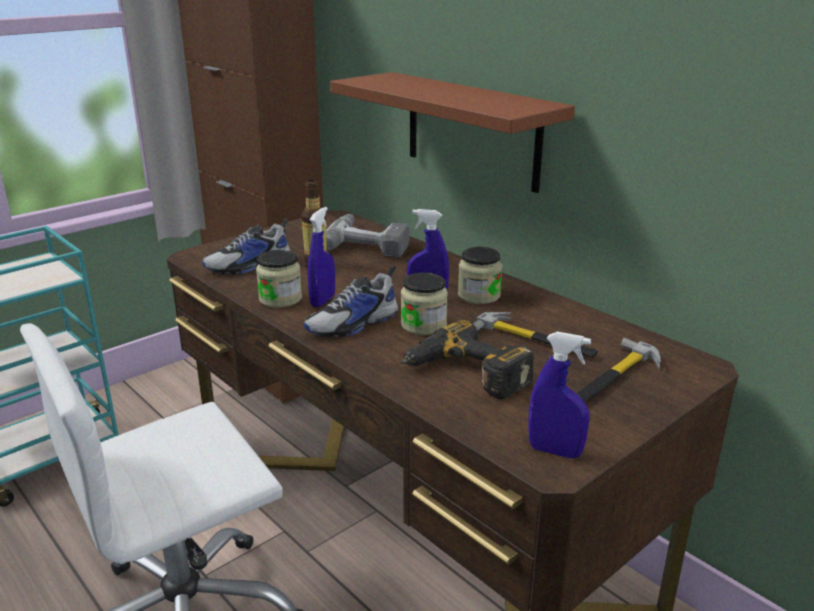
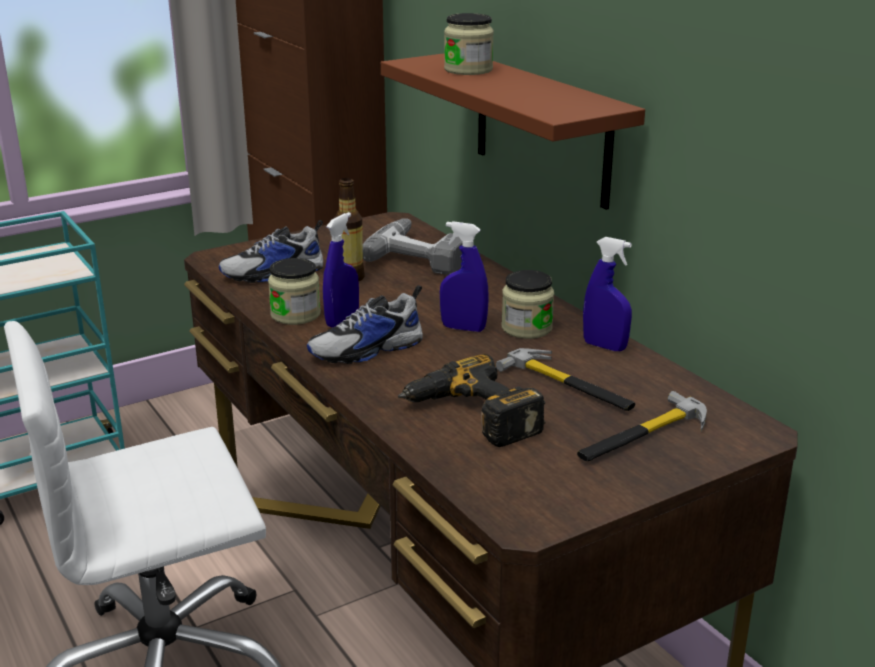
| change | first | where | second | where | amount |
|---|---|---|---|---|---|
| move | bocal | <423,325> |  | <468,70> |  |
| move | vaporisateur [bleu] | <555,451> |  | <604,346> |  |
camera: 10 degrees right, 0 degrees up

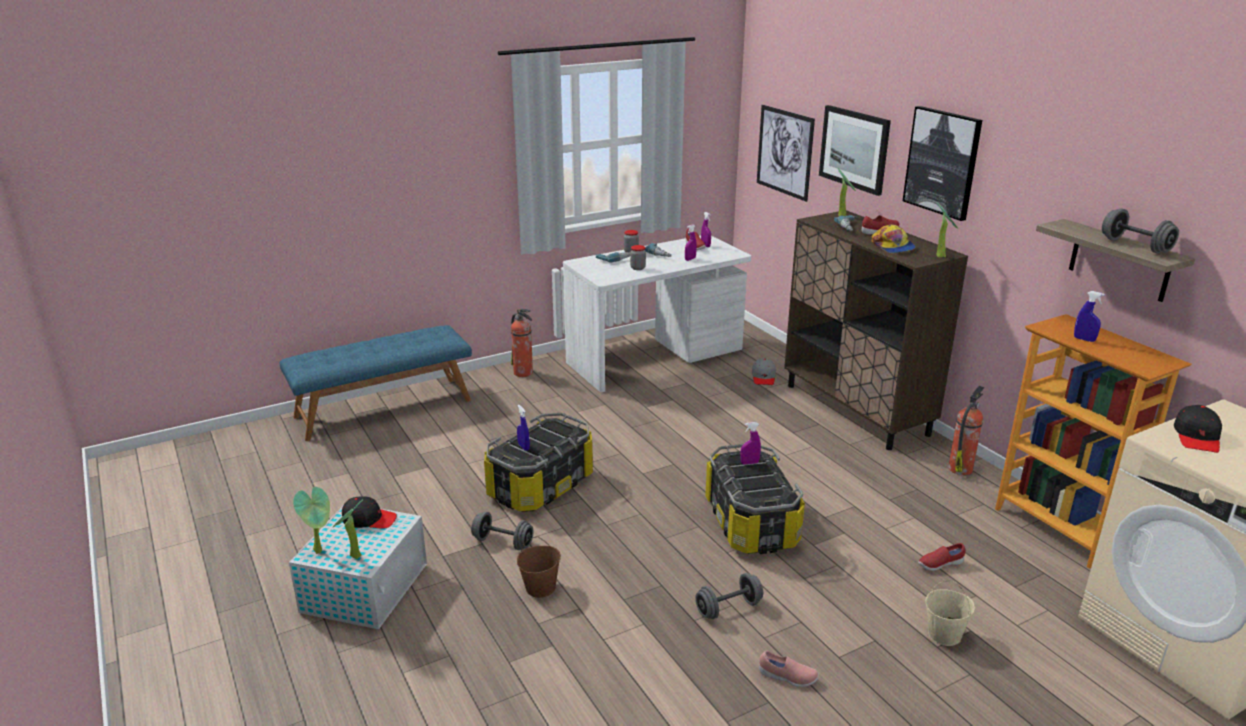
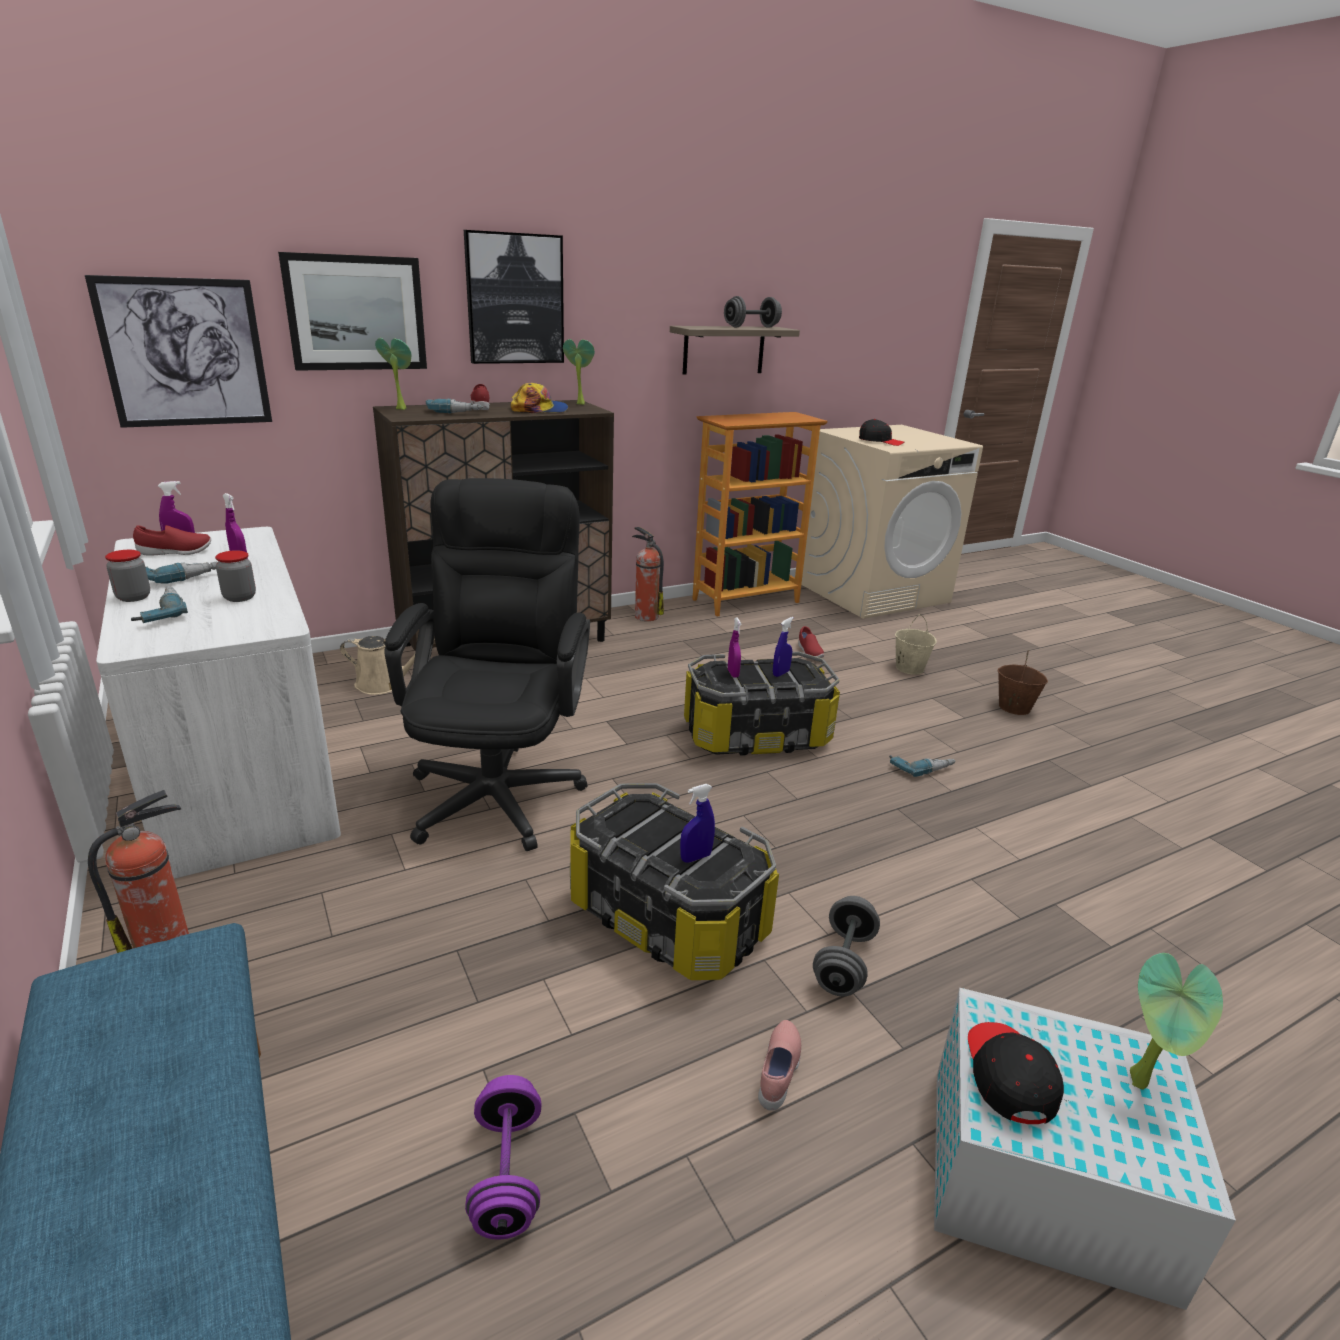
| change | first | where | second | where | amount |
|---|---|---|---|---|---|
| replace | casquette [gris] | <763,377> | arrosoir [beige] | <383,685> |  |
| insert |  |  | chaise de bureau [noir] | <500,786> |  |
| insert |  |  | haltère [violet] | <507,1174> |  |
| move | chaussure [rose] | <787,677> |  | <779,1072> |  |
| move | vaporisateur [bleu] | <1084,339> |  | <781,673> |  |
| replace | haltère [gris] | <728,608> | perceuse | <920,767> |  |
| move | seau [marron] | <540,587> |  | <1013,707> |  |
| delete | plante en pot | <320,550> |  |  |  |
camera: 90 degrees left, 0 degrees up

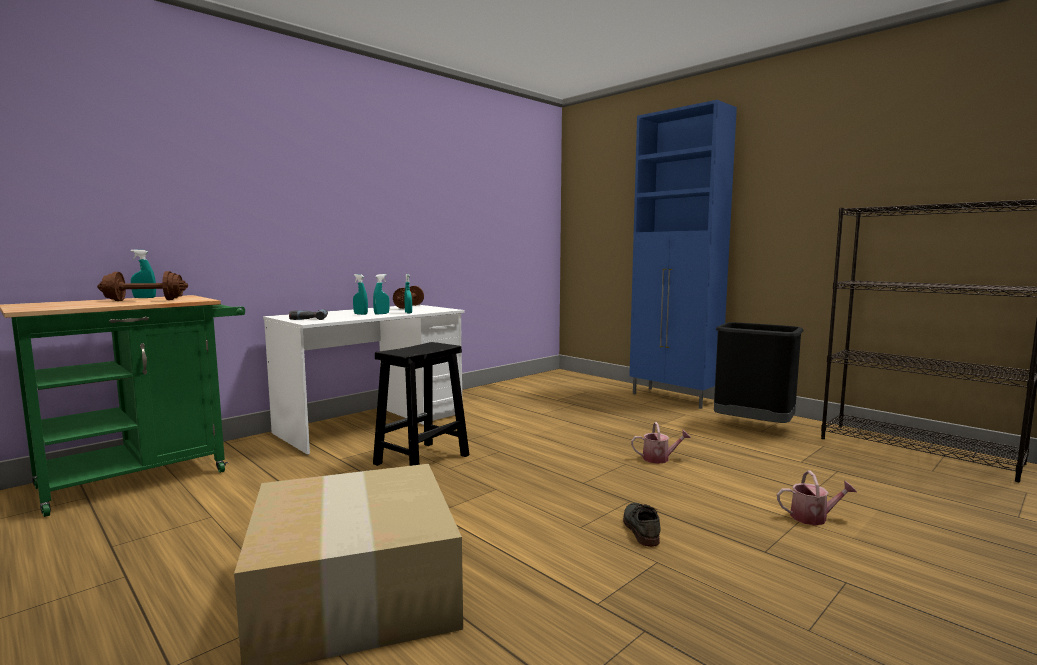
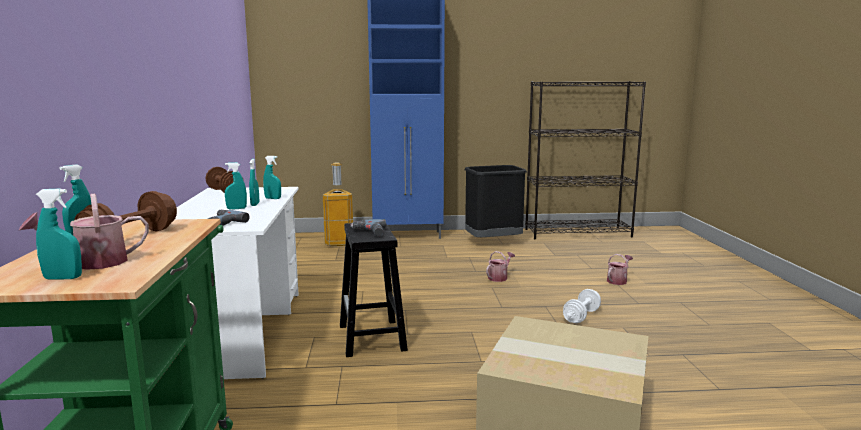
| change | first | where | second | where | amount |
|---|---|---|---|---|---|
| insert |  |  | arrosoir | <92,263> |  |
| insert |  |  | vaporisateur [turquoise] | <63,278> |  |
| insert |  |  | poubelle | <339,243> |  |
| insert |  |  | perceuse | <369,232> |  |
| replace | chaussure [gris] | <640,527> | haltère [blanc] | <581,316> |  |
camera: 50 degrees left, 5 degrees up

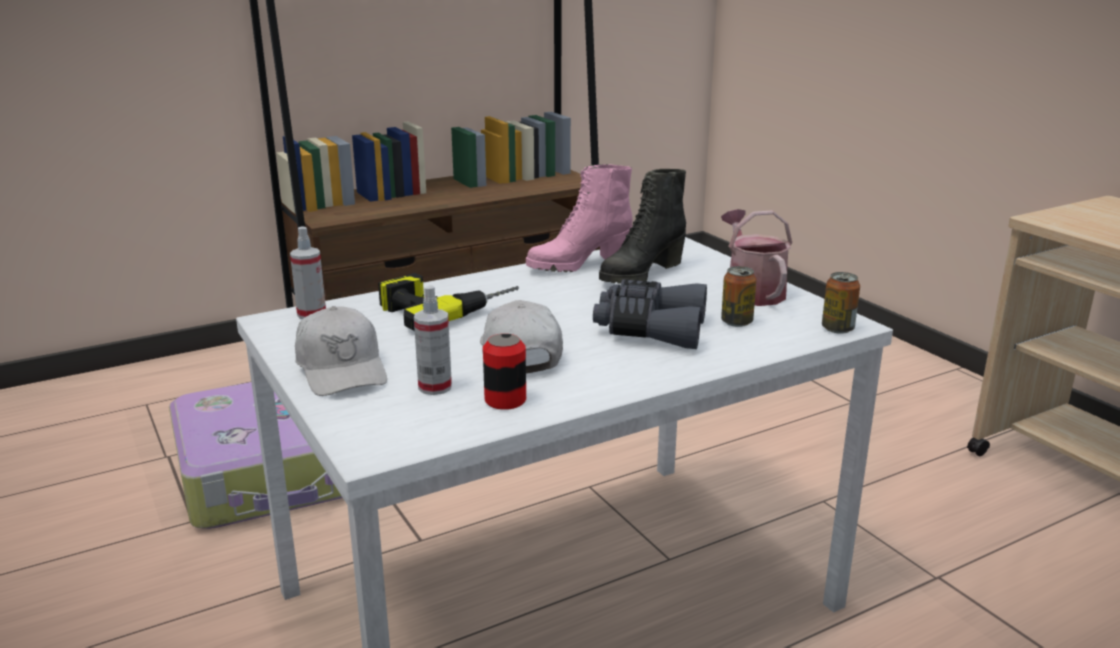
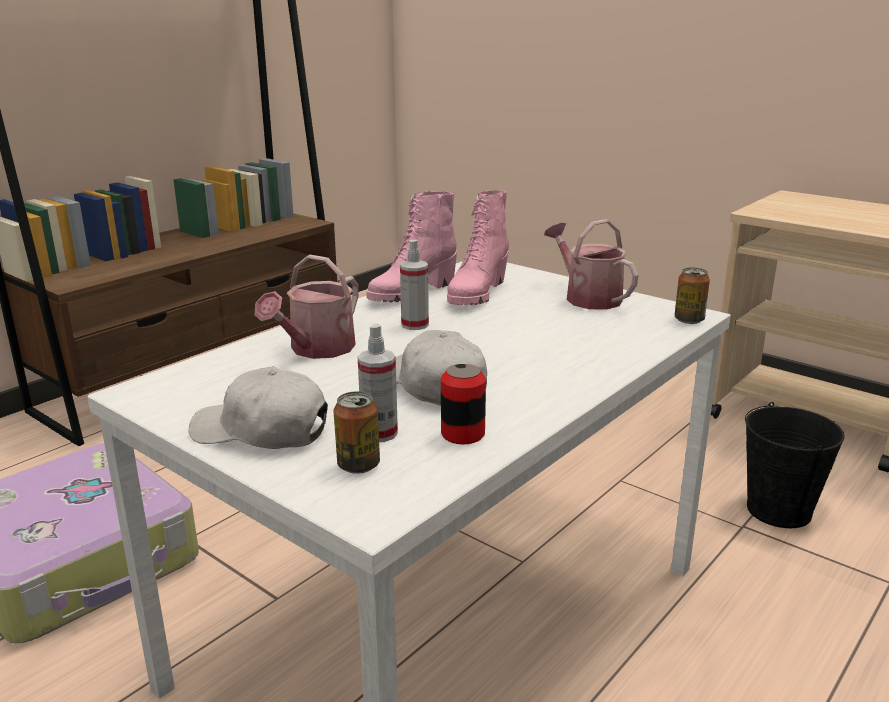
| change | first | where | second | where | amount |
|---|---|---|---|---|---|
| rotate | casquette [blanc] | <342,369> |  | <261,431> | 150 degrees clockwise |
| replace | perceuse | <446,306> | arrosoir | <316,349> |  |
| move | boîte métallique | <736,322> |  | <358,465> |  |
| move | vaporisateur | <311,314> |  | <415,325> |  |
| recolor | botte [noir] | <640,273> | botte [rose] | <476,294> |  |
| insert |  |  | seau [noir] | <779,510> |  |
| delete | jumelles [gris] | <650,329> |  |  |  |
camera: 20 degrees left, 0 degrees up

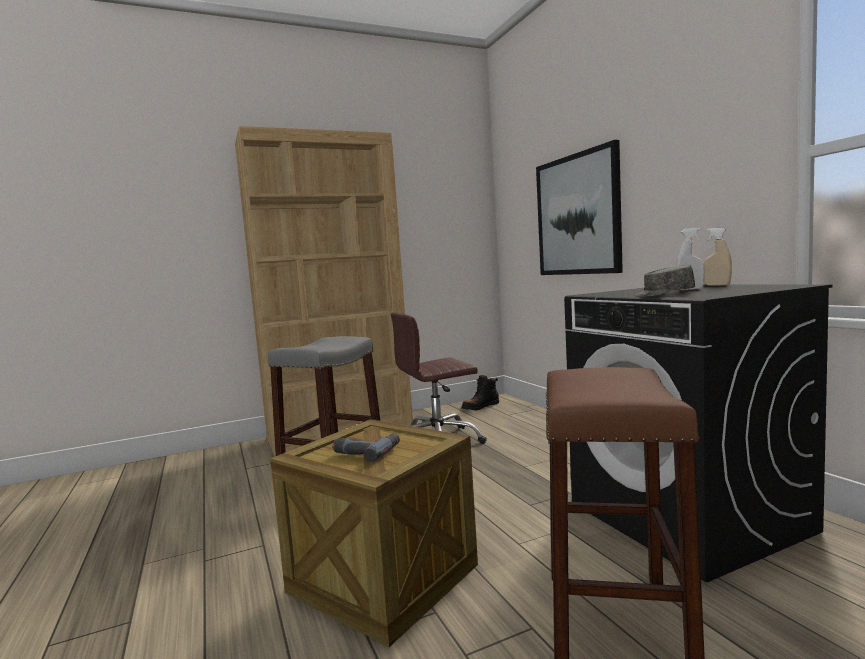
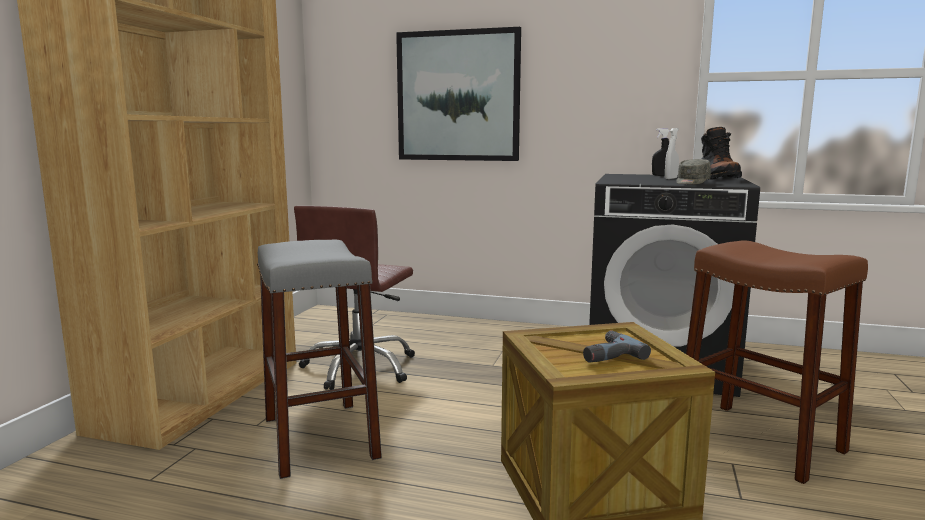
| change | first | where | second | where | amount |
|---|---|---|---|---|---|
| recolor | vaporisateur [beige] | <717,285> | vaporisateur [noir] | <660,175> |  |
| move | botte [noir] | <480,407> |  | <717,178> |  |
camera: 50 degrees left, 5 degrees up

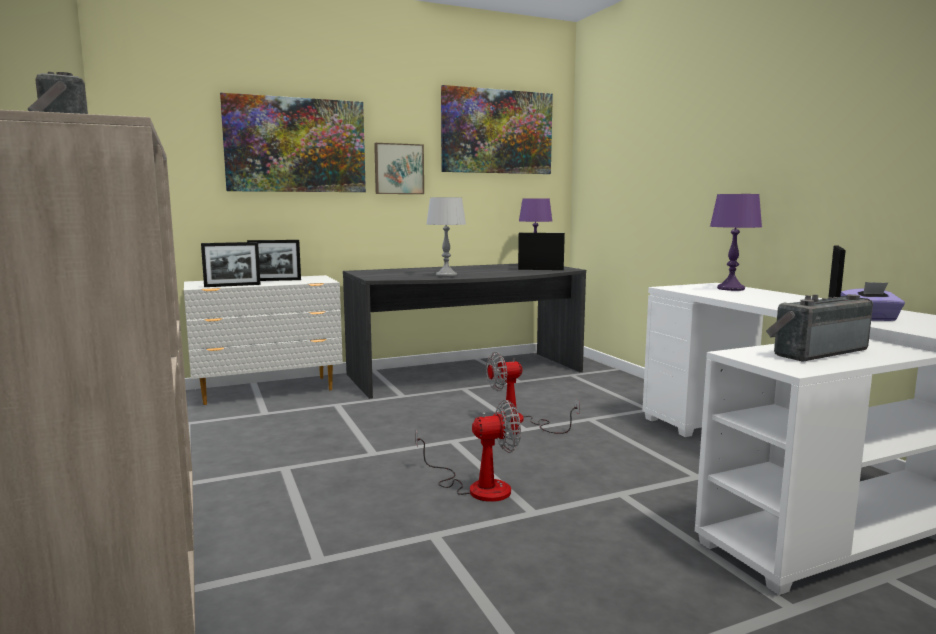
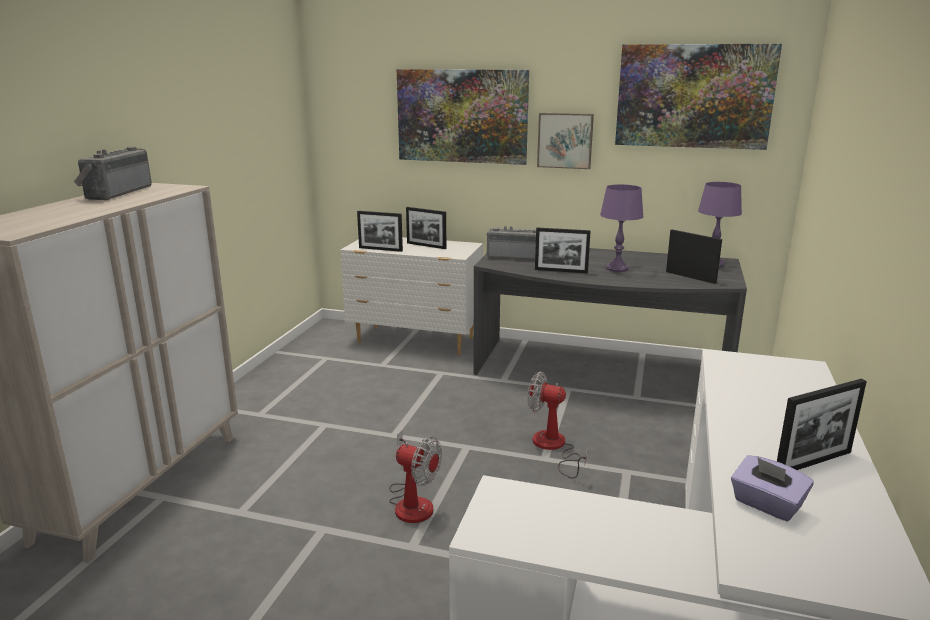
| change | first | where | second | where | amount |
|---|---|---|---|---|---|
| move | radio | <815,352> |  | <515,256> |  |
| replace | lampe de table [gris] | <446,275> | cadre photo | <561,271> |  |
| move | lampe de table [violet] | <730,289> |  | <617,268> |  |
camera: 40 degrees right, 10 degrees up

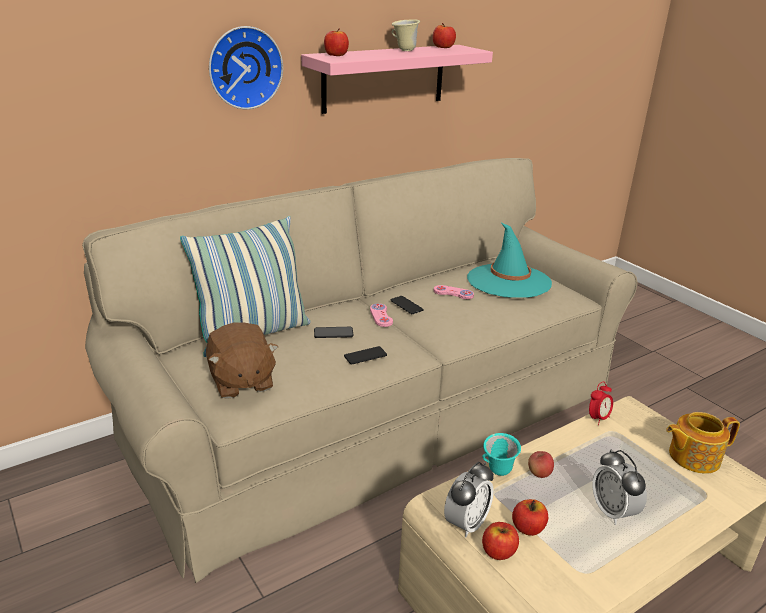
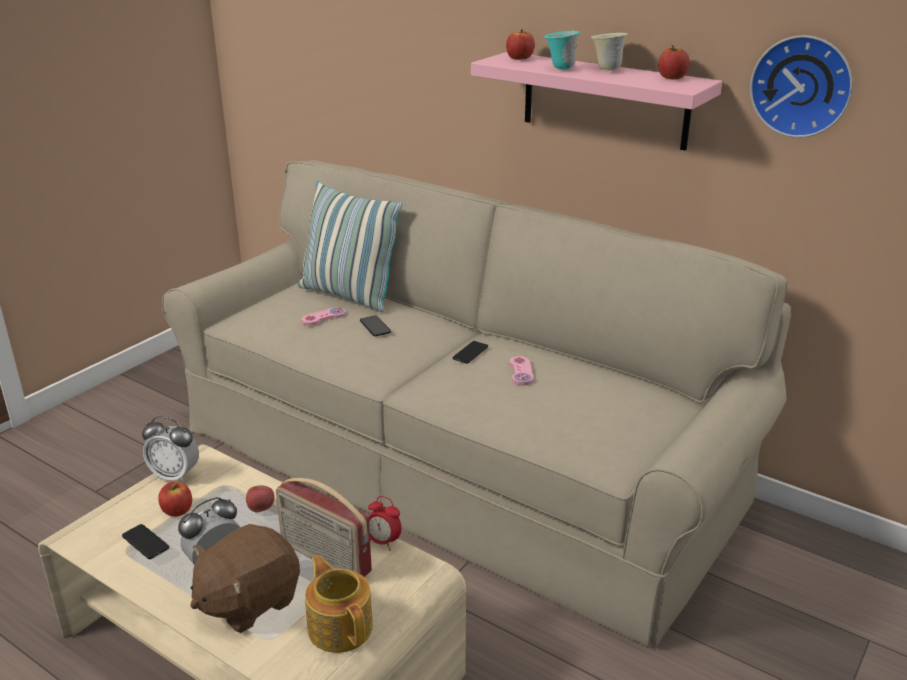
| change | first | where | second | where | amount |
|---|---|---|---|---|---|
| move | téléphone | <365,356> |  | <145,542> |  |
| move | peluche [marron] | <241,381> |  | <248,601> |  |
| insert |  |  | radio | <324,558> |  |
| move | manette [rose] | <381,316> |  | <323,317> |  |
| move | mug [turquoise] | <498,472> |  | <560,69> |  |
| move | horloge murale | <244,67> |  | <802,85> |  |
| delete | chapeau [turquoise] | <508,281> |  |  |  |
| delete | pomme | <498,551> |  |  |  |
camera: 70 degrees right, 0 degrees up

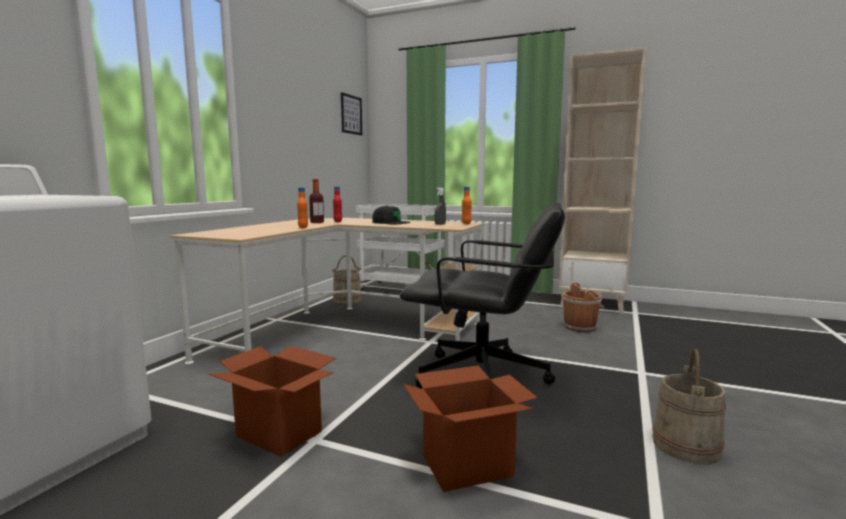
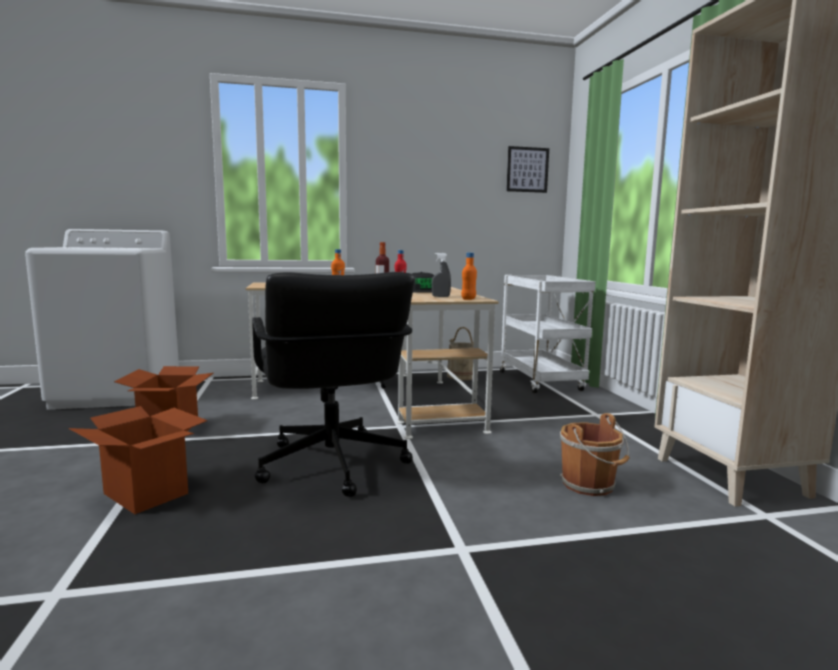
| change | first | where | second | where | amount |
|---|---|---|---|---|---|
| delete | seau [beige] | <687,446> |  |  |  |
camera: 55 degrees right, 0 degrees up

